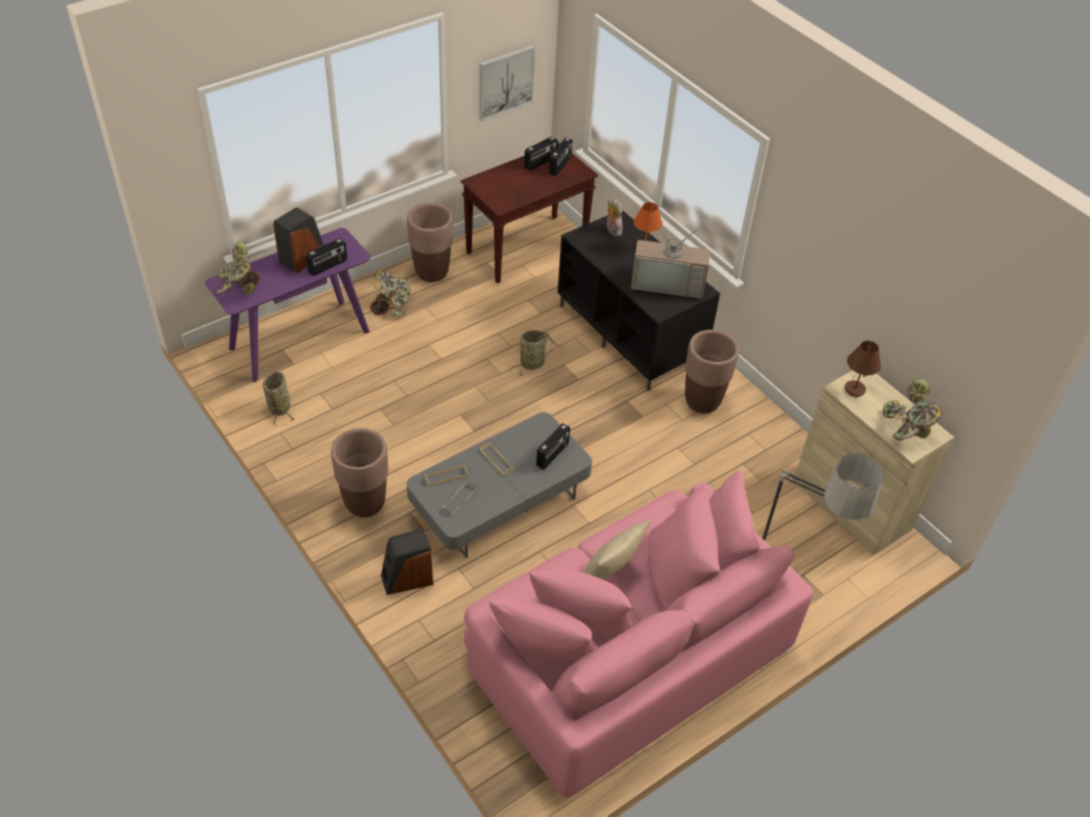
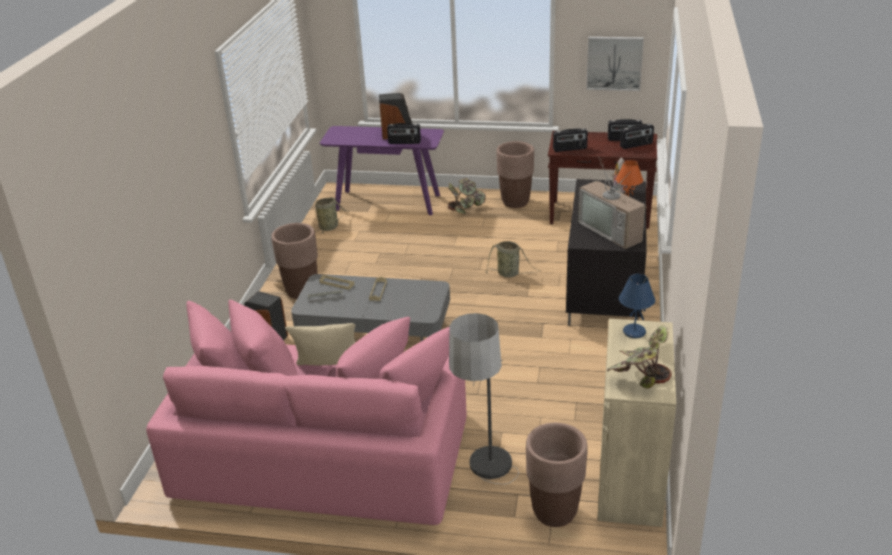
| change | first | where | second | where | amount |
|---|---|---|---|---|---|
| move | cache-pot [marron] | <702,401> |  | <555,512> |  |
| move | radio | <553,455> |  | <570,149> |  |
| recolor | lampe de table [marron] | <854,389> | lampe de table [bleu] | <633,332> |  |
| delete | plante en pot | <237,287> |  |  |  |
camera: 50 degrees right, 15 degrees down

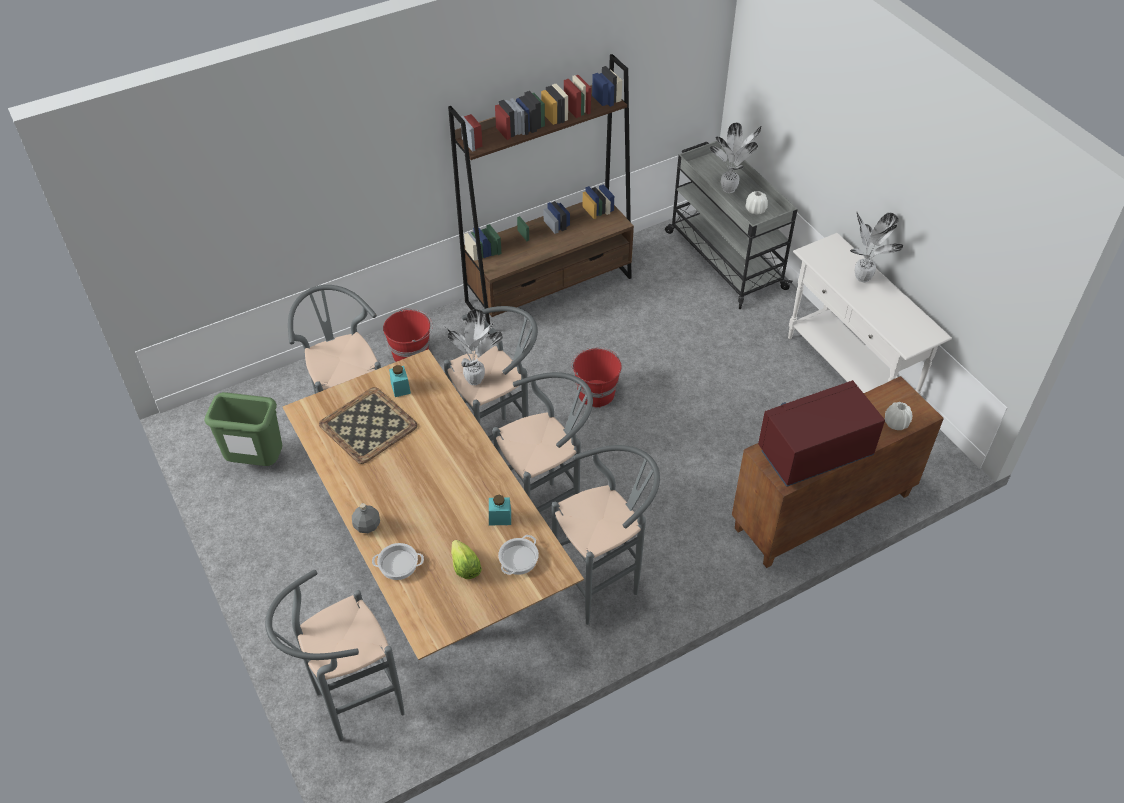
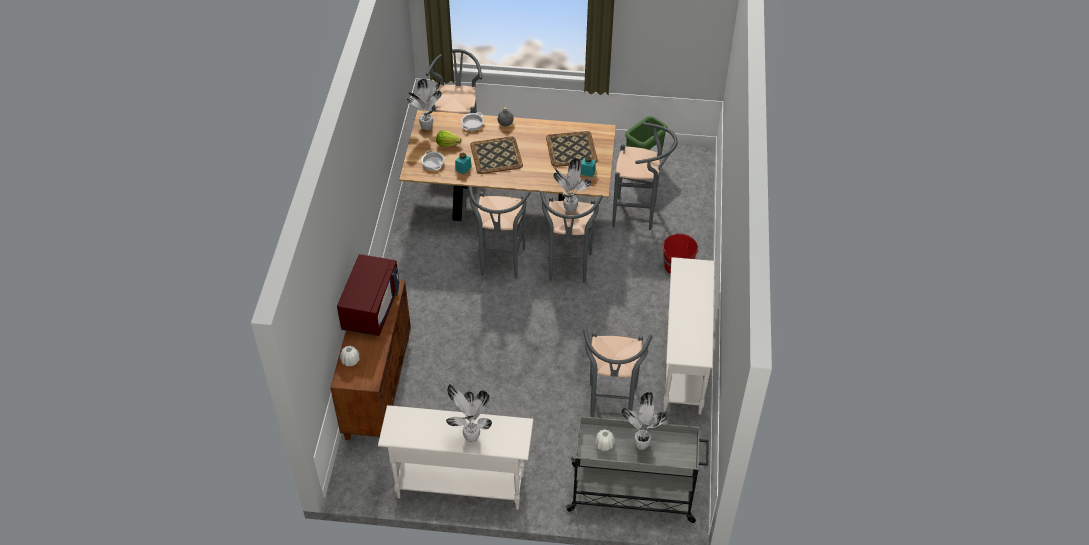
| change | first | where | second | where | amount |
|---|---|---|---|---|---|
| insert |  |  | plante en pot | <427,127> |  |
| insert |  |  | plateau | <497,156> |  |
| move | tabouret [gris] | <603,582> |  | <611,408> |  |
| replace | bibliothèque [marron] | <549,289> | table console [blanc] | <683,367> |  |
| delete | seau [rouge] | <595,392> |  |  |  |
camera: 125 degrees right, 0 degrees up

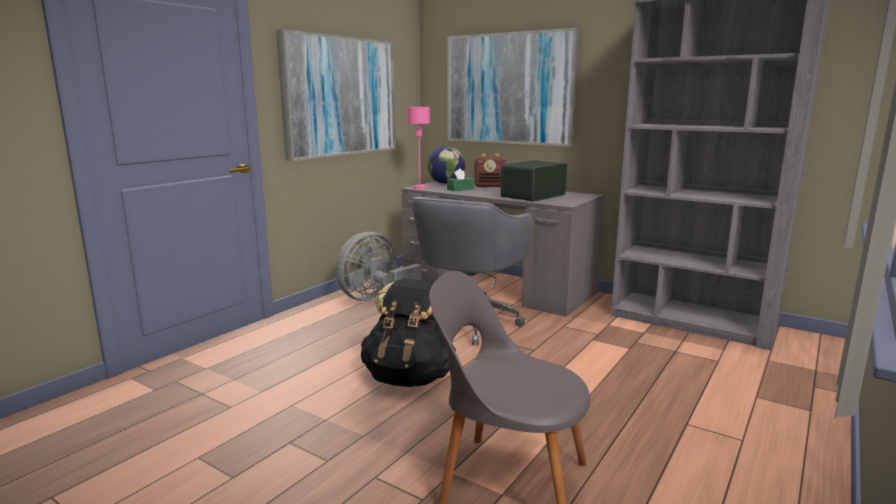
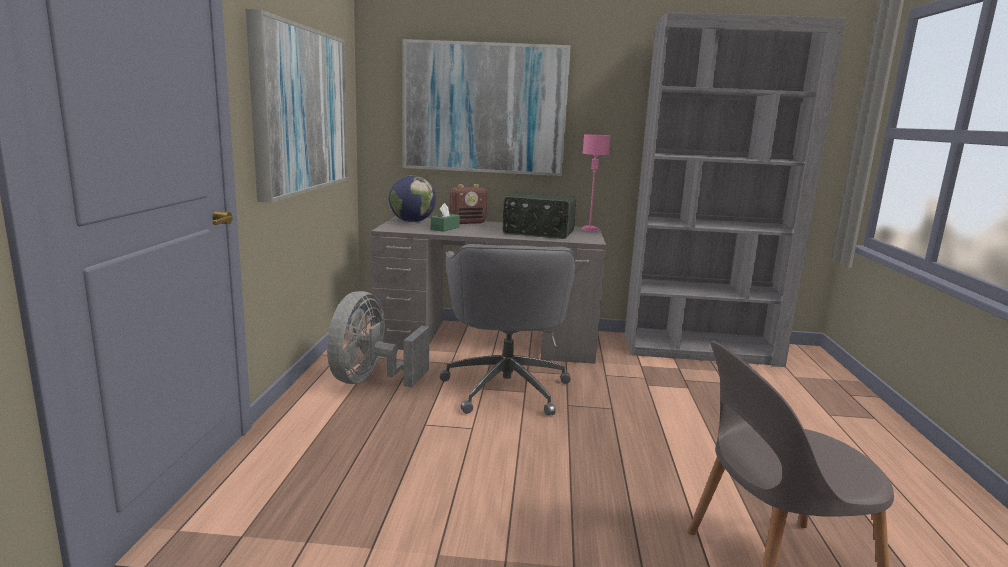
| change | first | where | second | where | amount |
|---|---|---|---|---|---|
| rotate | radio | <532,195> |  | <538,232> | 90 degrees counterclockwise |
| move | lampe de table [rose] | <419,188> |  | <590,229> |  |
| delete | sac à dos [noir] | <410,377> |  |  |  |
camera: 30 degrees left, 0 degrees up

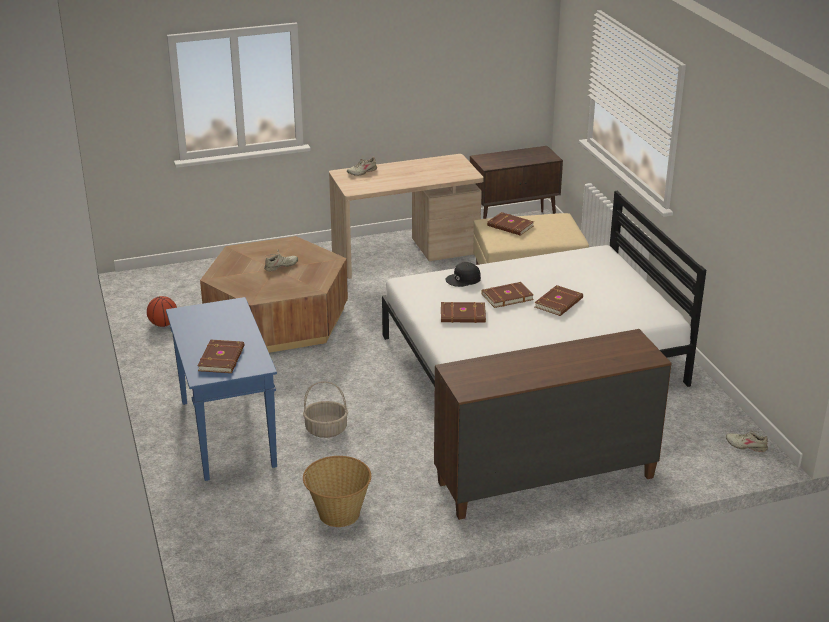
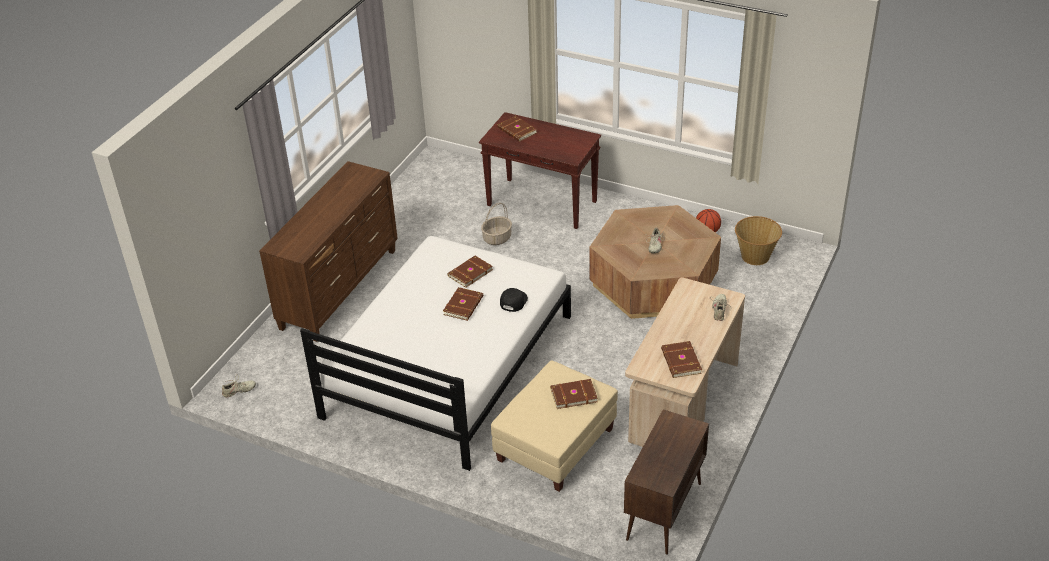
| change | first | where | second | where | amount |
|---|---|---|---|---|---|
| recolor | table console [bleu] | <226,433> | table console [marron] | <543,203> |  |
| move | livre [marron] | <559,303> |  | <680,361> |  |
| move | panier | <338,514> |  | <755,256> |  |
camera: 135 degrees right, 10 degrees up

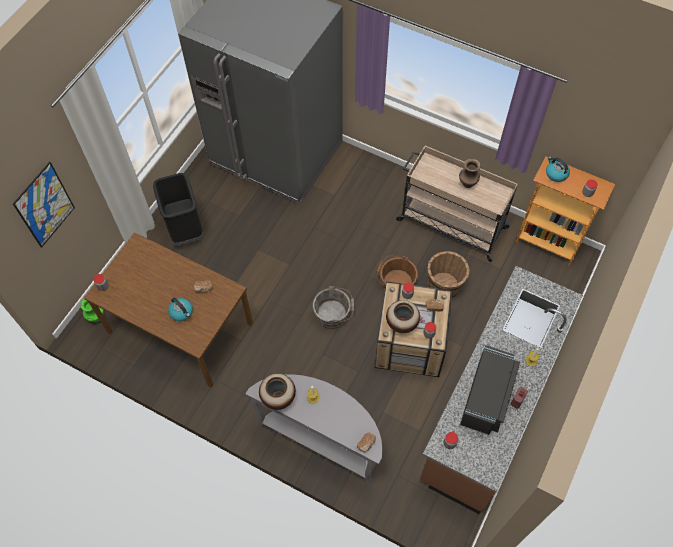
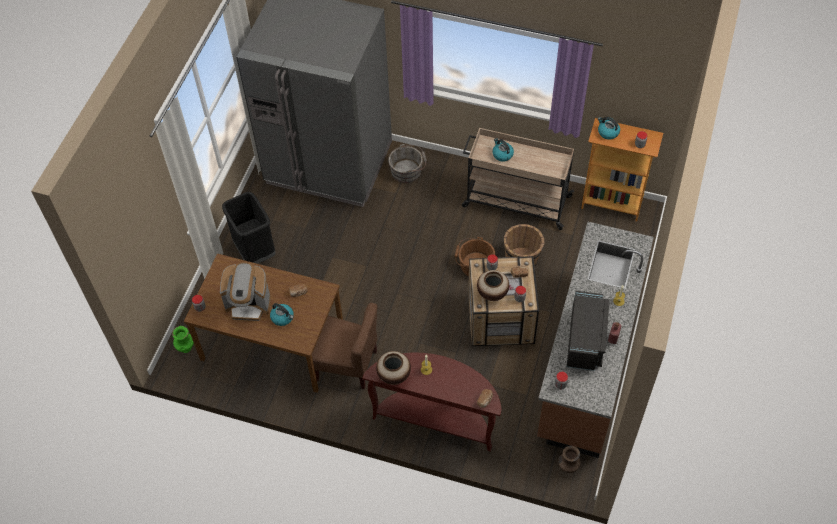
| change | first | where | second | where | amount |
|---|---|---|---|---|---|
| insert |  |  | machine à café | <248,305> |  |
| insert |  |  | chaise [marron] | <347,364> |  |
| recolor | table console [gris] | <322,439> | table console [marron] | <436,419> |  |
| move | seau [gris] | <334,314> |  | <408,170> |  |
| insert |  |  | bouilloire | <502,154> |  |
| move | vase [marron] | <467,183> |  | <567,467> |  |
| delete | tableau | <44,205> |  |  |  |
camera: 10 degrees left, 5 degrees down

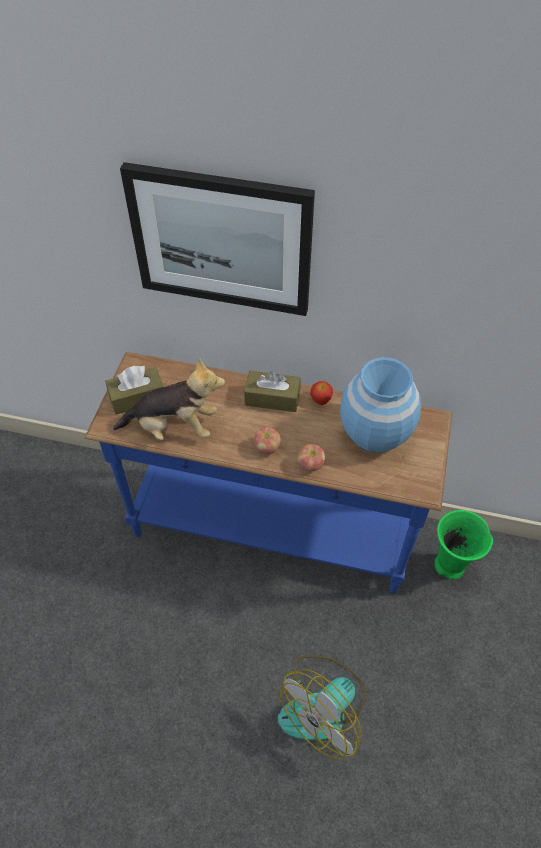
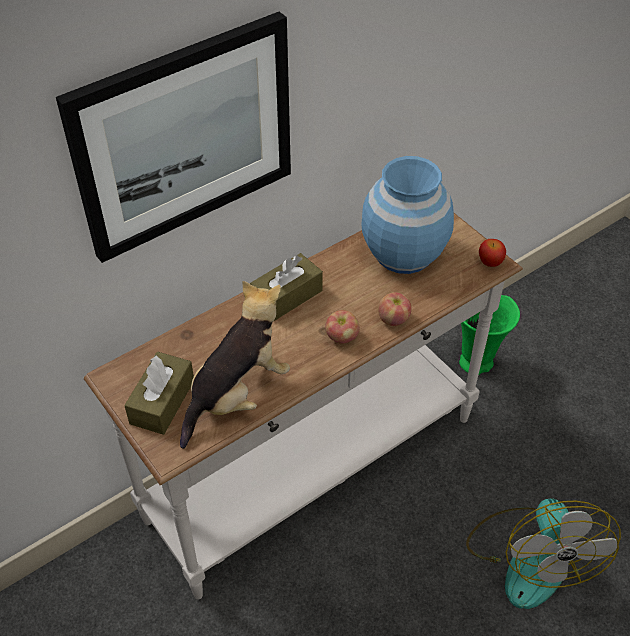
| change | first | where | second | where | amount |
|---|---|---|---|---|---|
| recolor | table console [bleu] | <270,532> | table console [blanc] | <314,471> |  |
| move | pomme | <320,399> |  | <490,262> |  |
camera: 50 degrees left, 5 degrees down

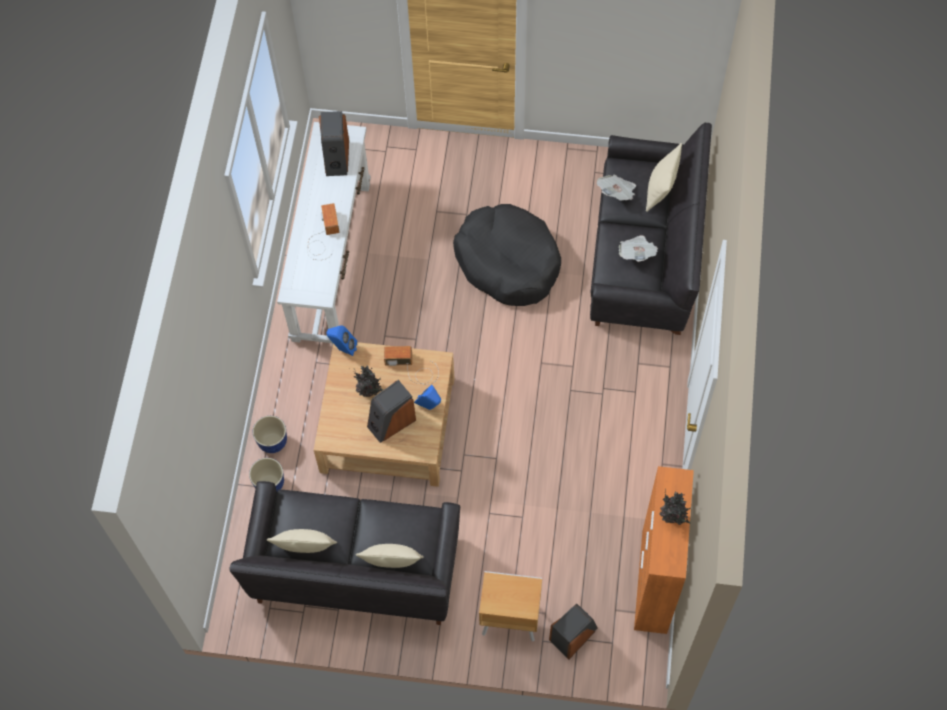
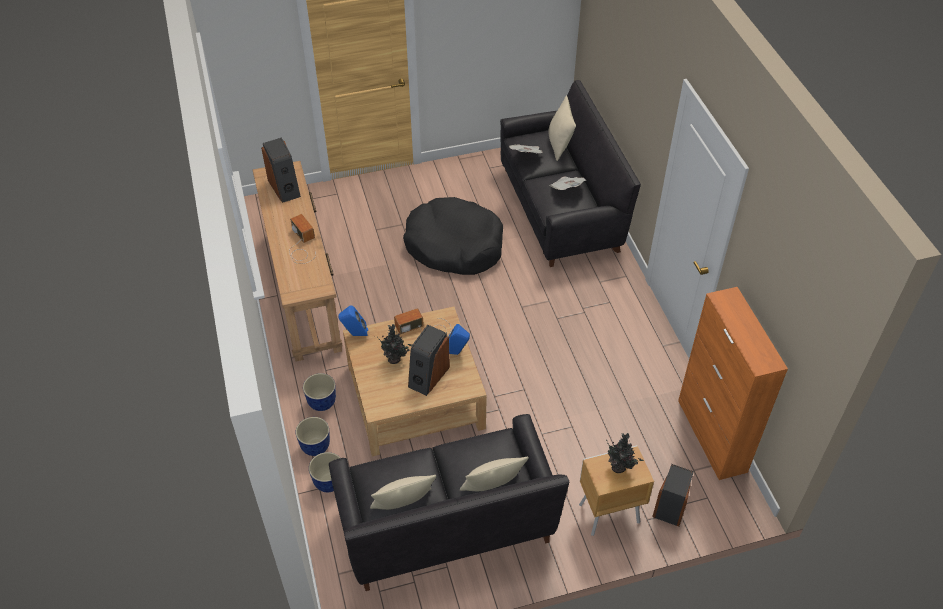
| change | first | where | second | where | amount |
|---|---|---|---|---|---|
| recolor | table console [blanc] | <332,261> | table console [marron] | <303,290> |  |
| insert |  |  | cache-pot | <321,402> |  |
| move | plante en pot | <673,517> |  | <620,467> |  |
camera: 25 degrees left, 15 degrees down

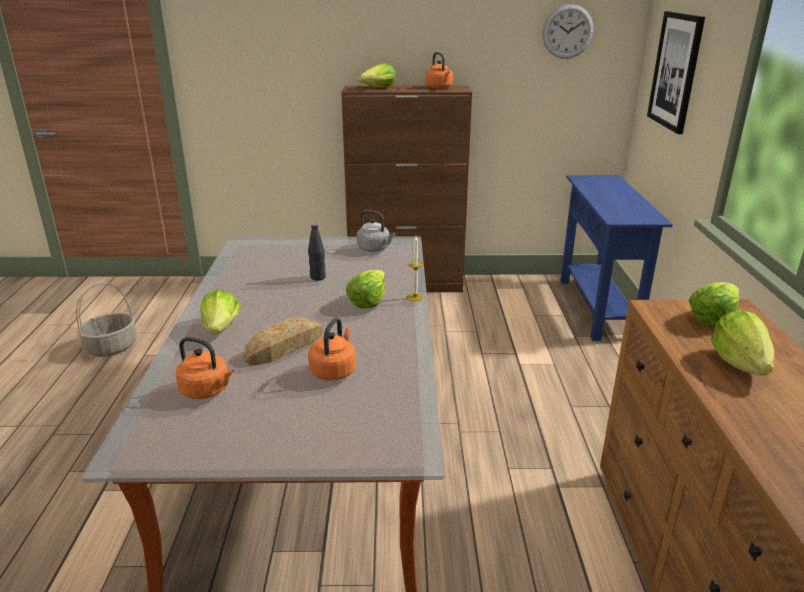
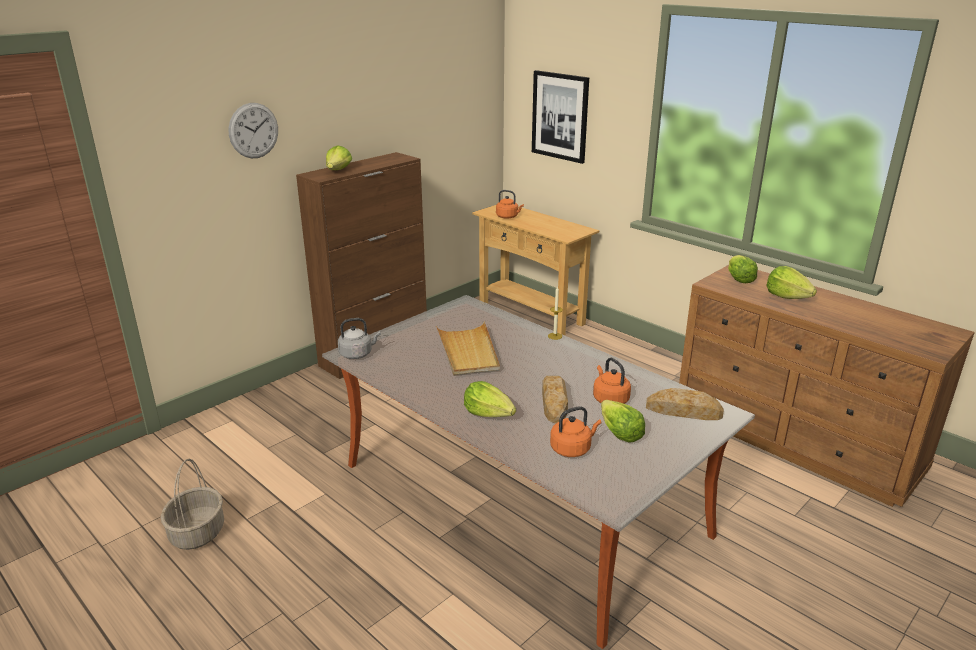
| change | first | where | second | where | amount |
|---|---|---|---|---|---|
| move | horloge murale | <567,32> |  | <253,130> |  |
| move | bouilloire [gris] | <375,249> |  | <357,354> |  |
| replace | bouteille [noir] | <318,277> | plateau [beige] | <468,352> |  |
| recolor | table console [bleu] | <597,307> | table console [beige] | <531,313> |  |
| move | bouilloire [orange] | <439,88> |  | <508,217> |  |
| move | laitue | <368,301> |  | <619,433> |  |
| insert |  |  | pain | <683,411> |  |
camera: 45 degrees left, 0 degrees up

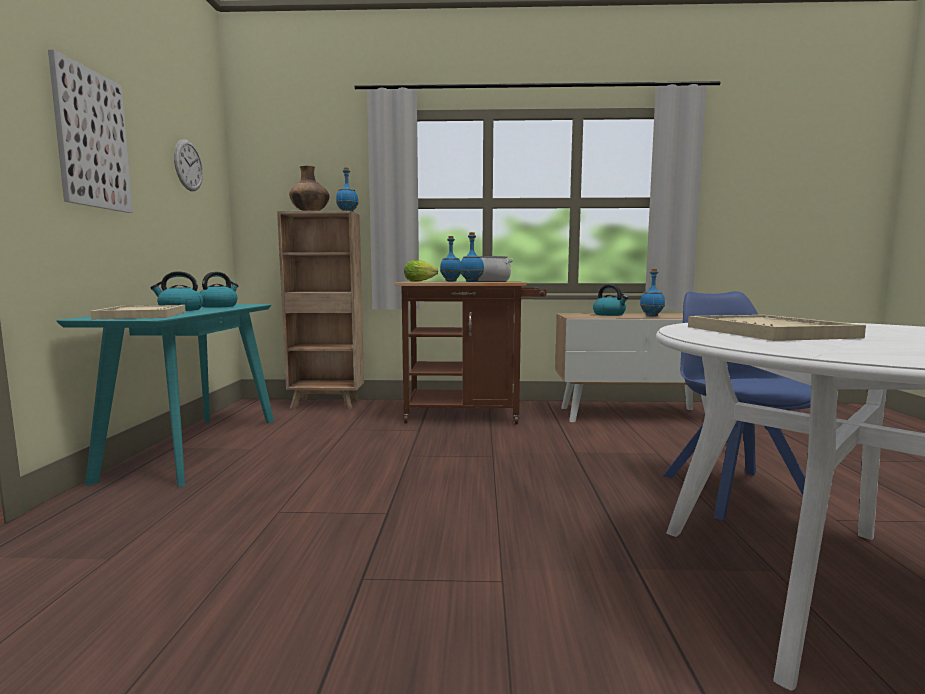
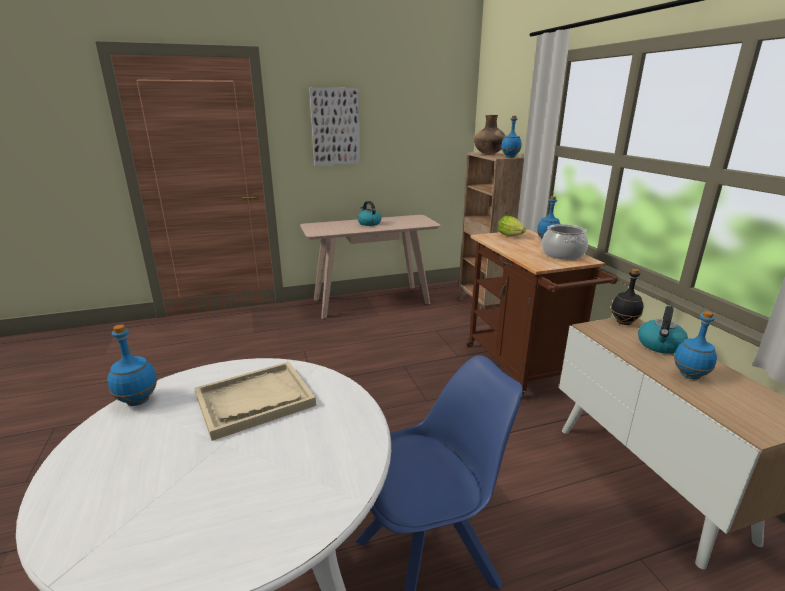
| change | first | where | second | where | amount |
|---|---|---|---|---|---|
| move | bouteille [bleu] | <471,282> |  | <138,400> |  |
| recolor | table console [turquoise] | <195,447> | table console [beige] | <371,301> |  |
| insert |  |  | bouteille [noir] | <624,322> |  |
| delete | plateau [beige] | <142,315> |  |  |  |
| delete | horloge murale | <188,165> |  |  |  |
| delete | bouilloire | <219,306> |  |  |  |
camera: 70 degrees right, 15 degrees up

